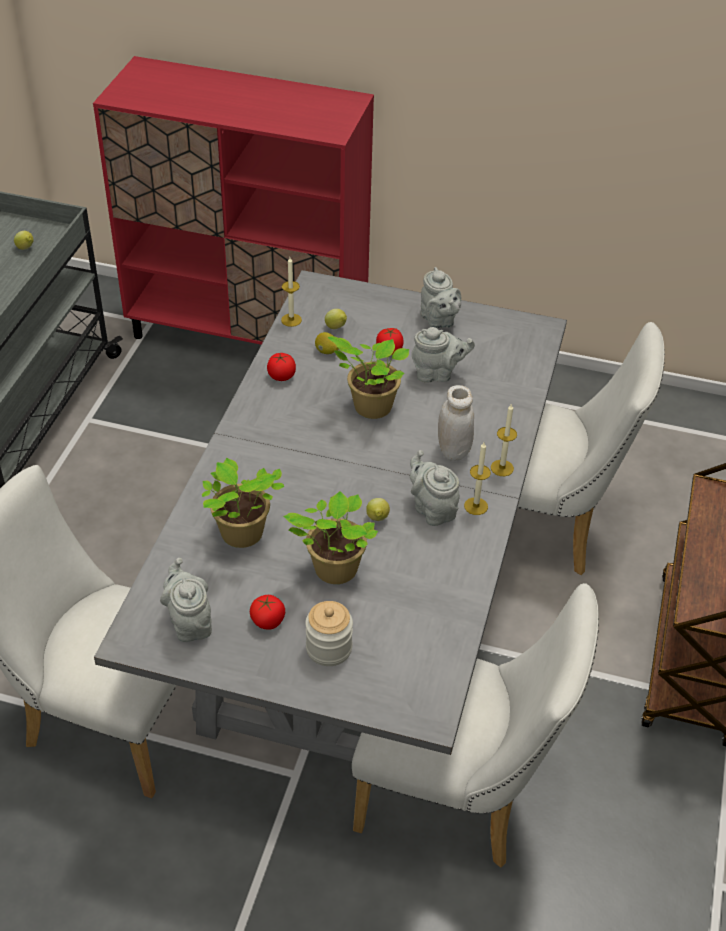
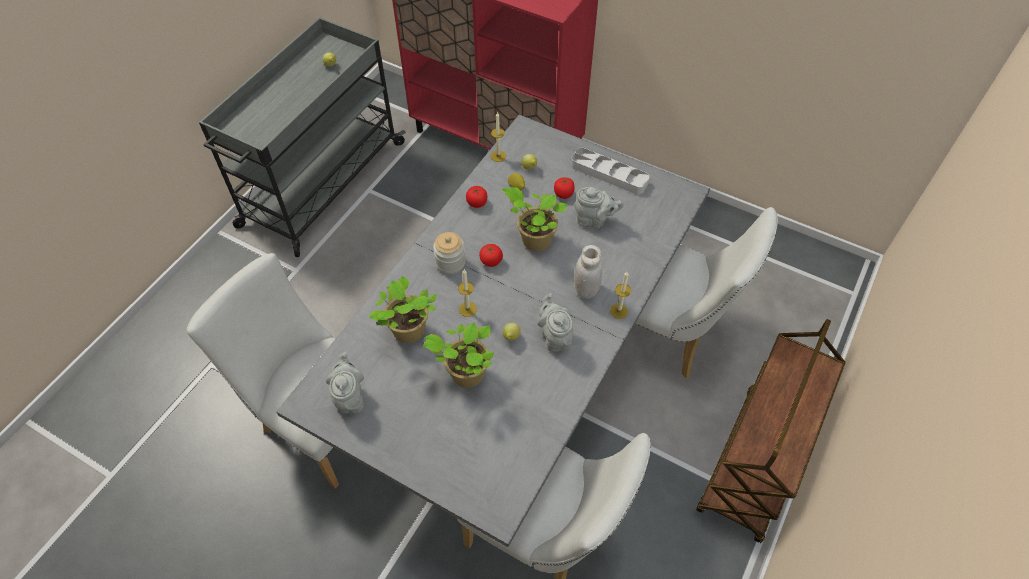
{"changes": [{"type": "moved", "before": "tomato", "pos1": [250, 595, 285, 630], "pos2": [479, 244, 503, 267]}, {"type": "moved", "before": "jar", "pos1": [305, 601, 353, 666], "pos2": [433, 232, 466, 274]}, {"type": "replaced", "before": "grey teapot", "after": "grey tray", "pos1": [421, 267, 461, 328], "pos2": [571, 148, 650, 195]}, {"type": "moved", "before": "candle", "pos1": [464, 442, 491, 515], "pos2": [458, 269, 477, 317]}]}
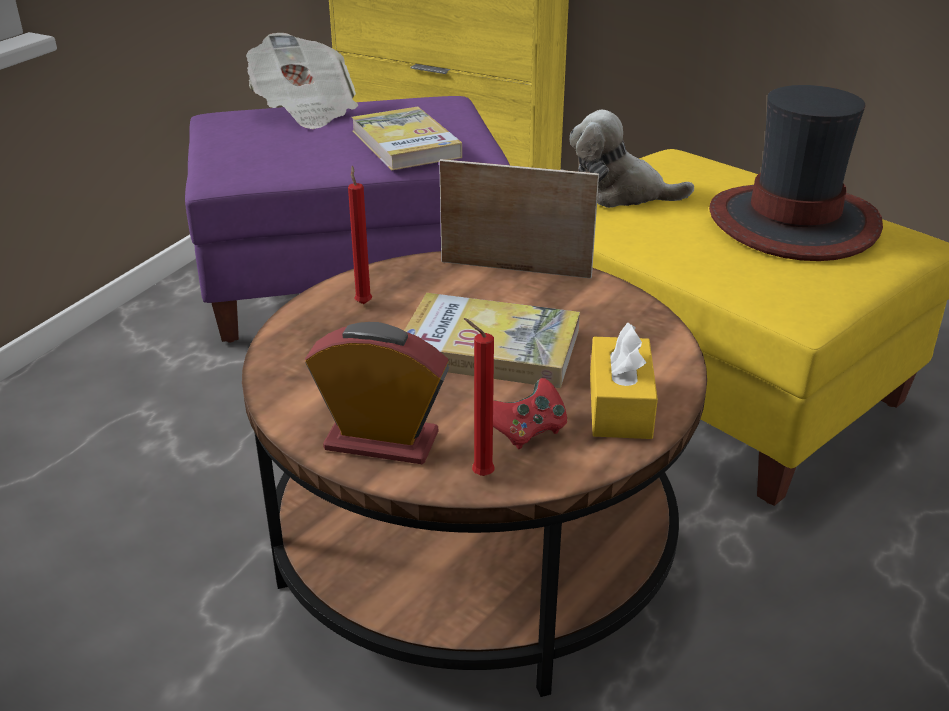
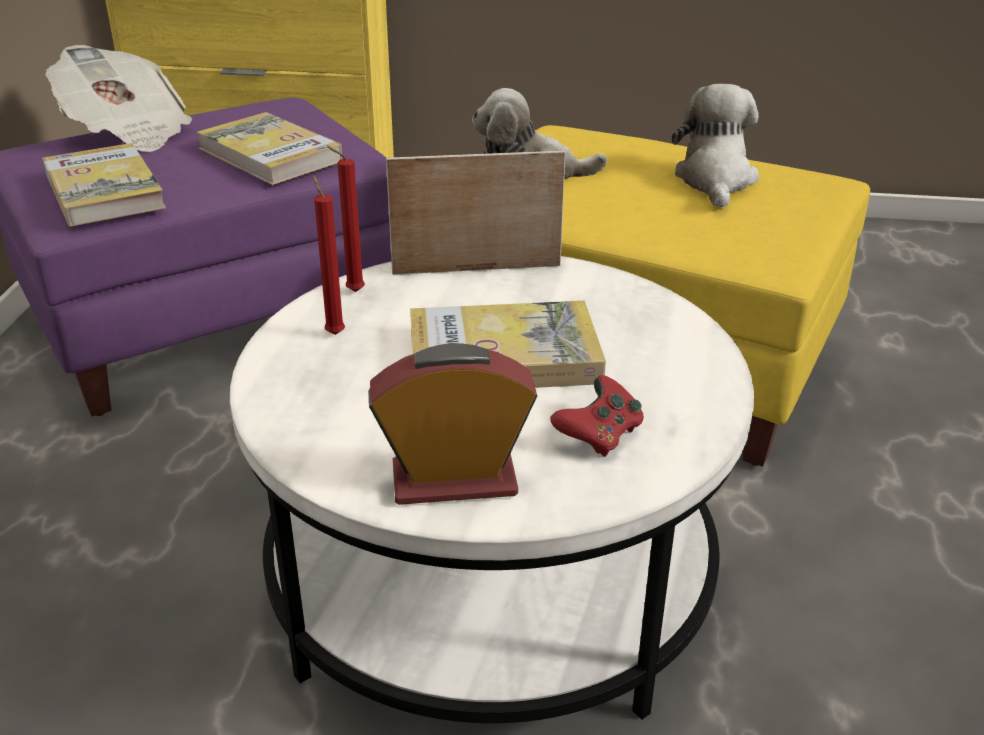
{"changes": [{"type": "recoloured", "before": "brown coffee table", "after": "white coffee table", "pos1": [242, 251, 707, 697], "pos2": [230, 256, 754, 723]}, {"type": "moved", "before": "red candle", "pos1": [464, 318, 495, 476], "pos2": [327, 146, 365, 292]}, {"type": "removed", "before": "yellow tissue box", "pos1": [590, 322, 658, 439]}, {"type": "replaced", "before": "hat", "after": "plush toy", "pos1": [709, 85, 883, 261], "pos2": [672, 84, 759, 208]}, {"type": "added", "after": "book", "pos2": [42, 143, 166, 227]}]}
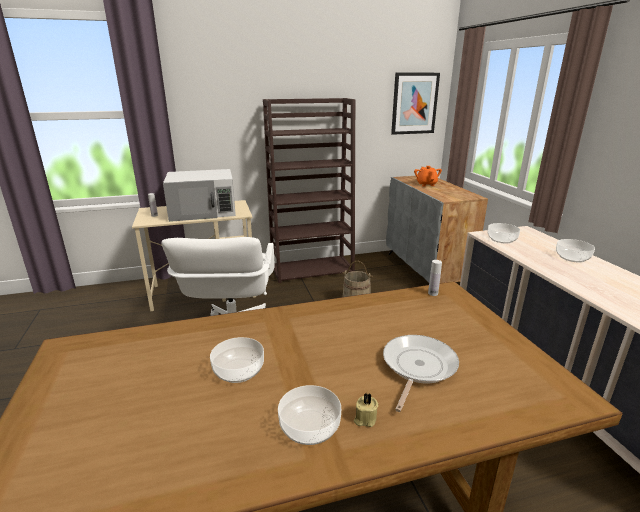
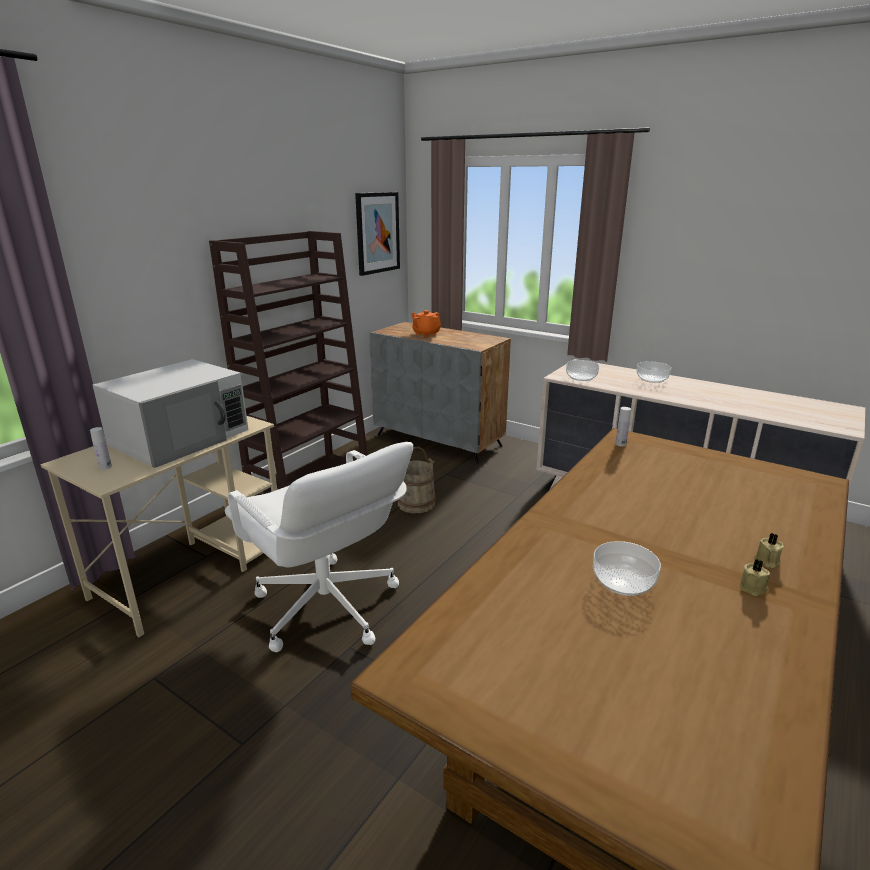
{"changes": [{"type": "replaced", "before": "bowl", "after": "beige candle", "pos1": [278, 385, 341, 445], "pos2": [740, 559, 770, 596]}, {"type": "removed", "before": "frying pan", "pos1": [383, 335, 459, 412]}]}
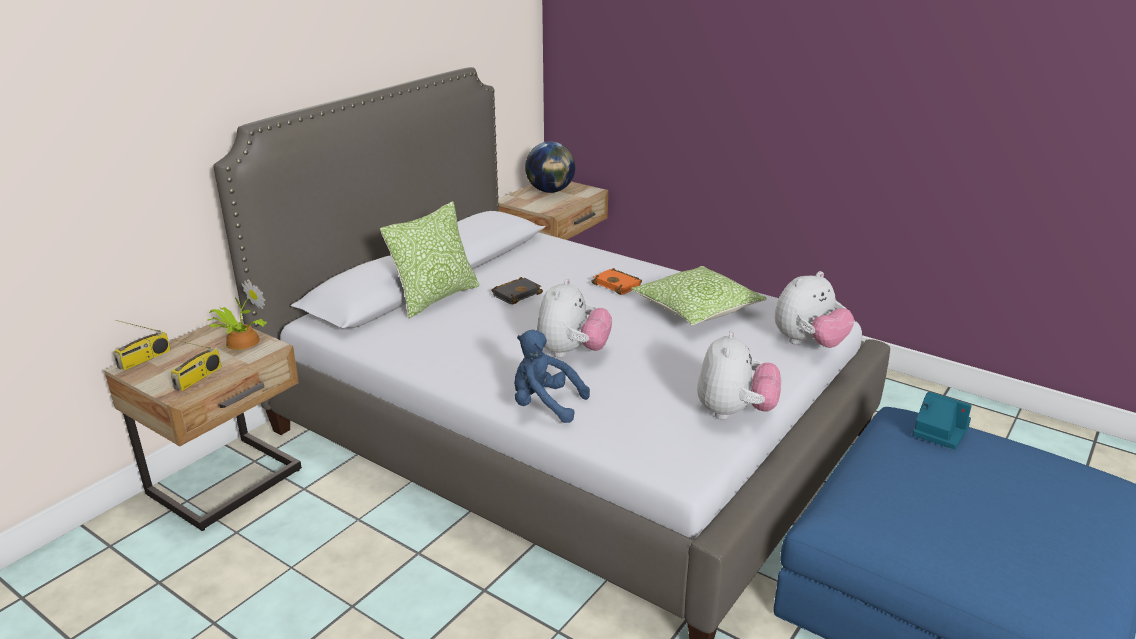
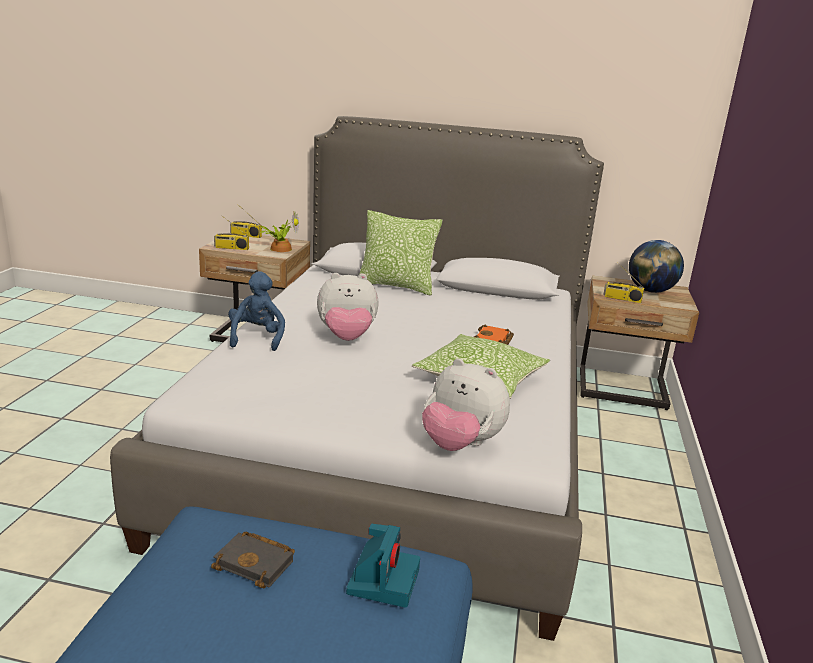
{"changes": [{"type": "moved", "before": "black book", "pos1": [492, 277, 543, 305], "pos2": [211, 532, 295, 588]}, {"type": "removed", "before": "plush toy", "pos1": [697, 331, 781, 420]}, {"type": "added", "after": "radio", "pos2": [603, 262, 644, 303]}]}
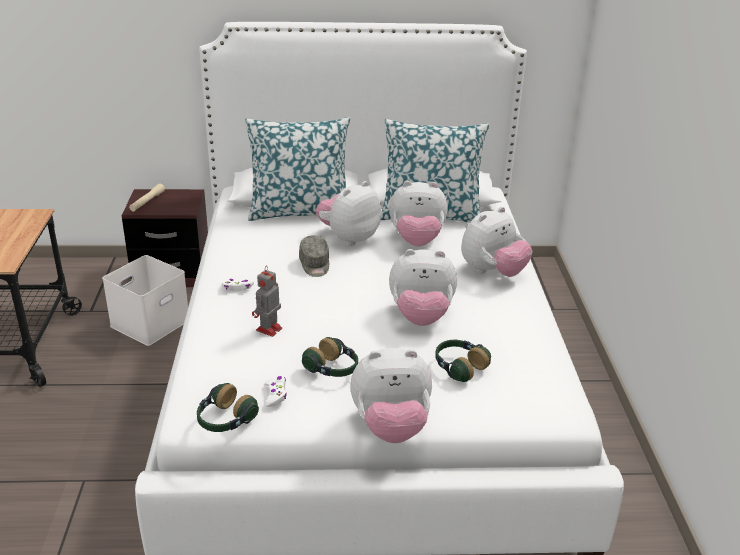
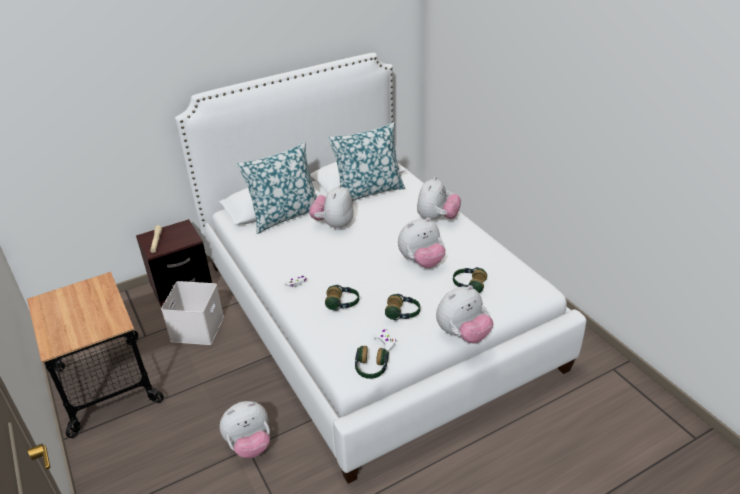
{"changes": [{"type": "replaced", "before": "toy robot", "after": "headphones", "pos1": [252, 266, 282, 337], "pos2": [325, 285, 359, 311]}, {"type": "removed", "before": "grey cap", "pos1": [299, 235, 329, 277]}, {"type": "moved", "before": "plush toy", "pos1": [389, 181, 448, 246], "pos2": [220, 401, 270, 458]}]}
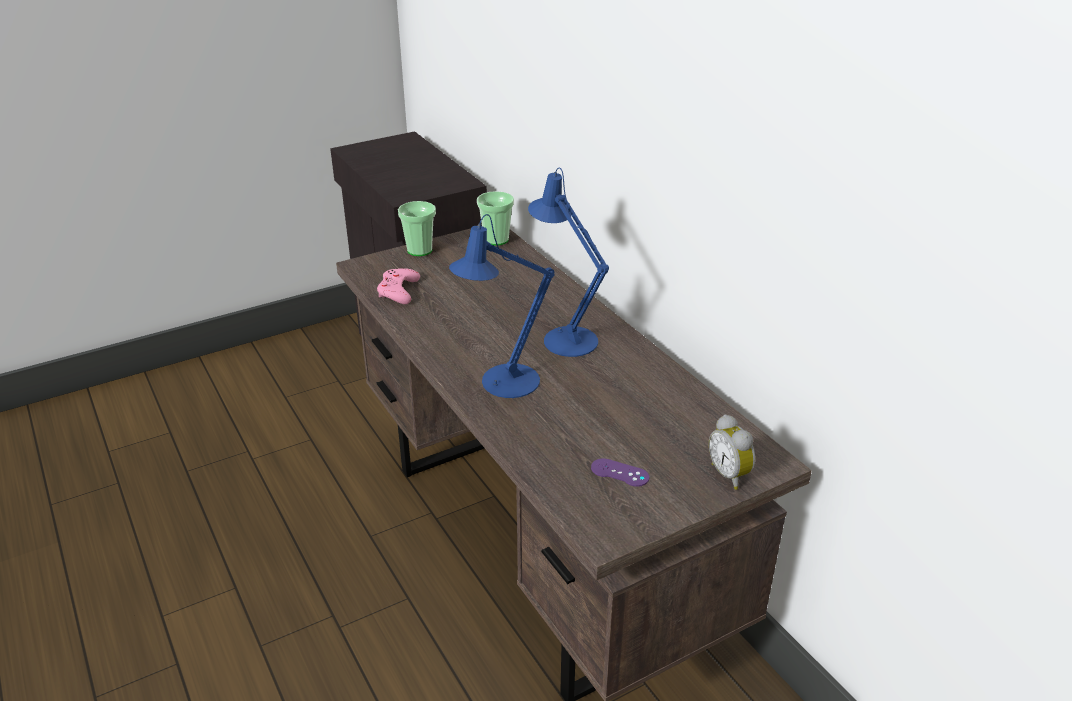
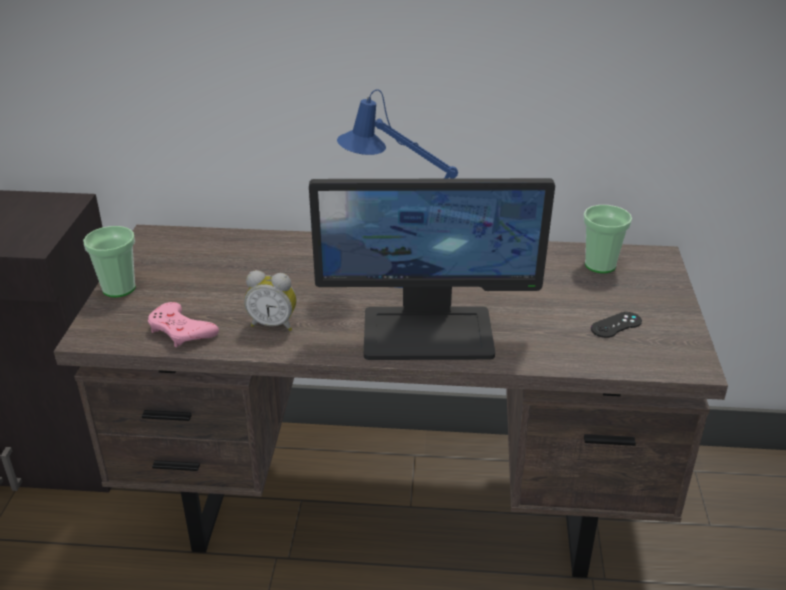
{"changes": [{"type": "replaced", "before": "blue table lamp", "after": "monitor", "pos1": [449, 214, 555, 398], "pos2": [309, 178, 555, 360]}, {"type": "moved", "before": "cup", "pos1": [477, 191, 514, 246], "pos2": [583, 205, 632, 273]}, {"type": "recoloured", "before": "purple game controller", "after": "black game controller", "pos1": [591, 458, 649, 487], "pos2": [591, 312, 642, 338]}, {"type": "moved", "before": "alarm clock", "pos1": [709, 414, 755, 490], "pos2": [244, 270, 297, 331]}]}
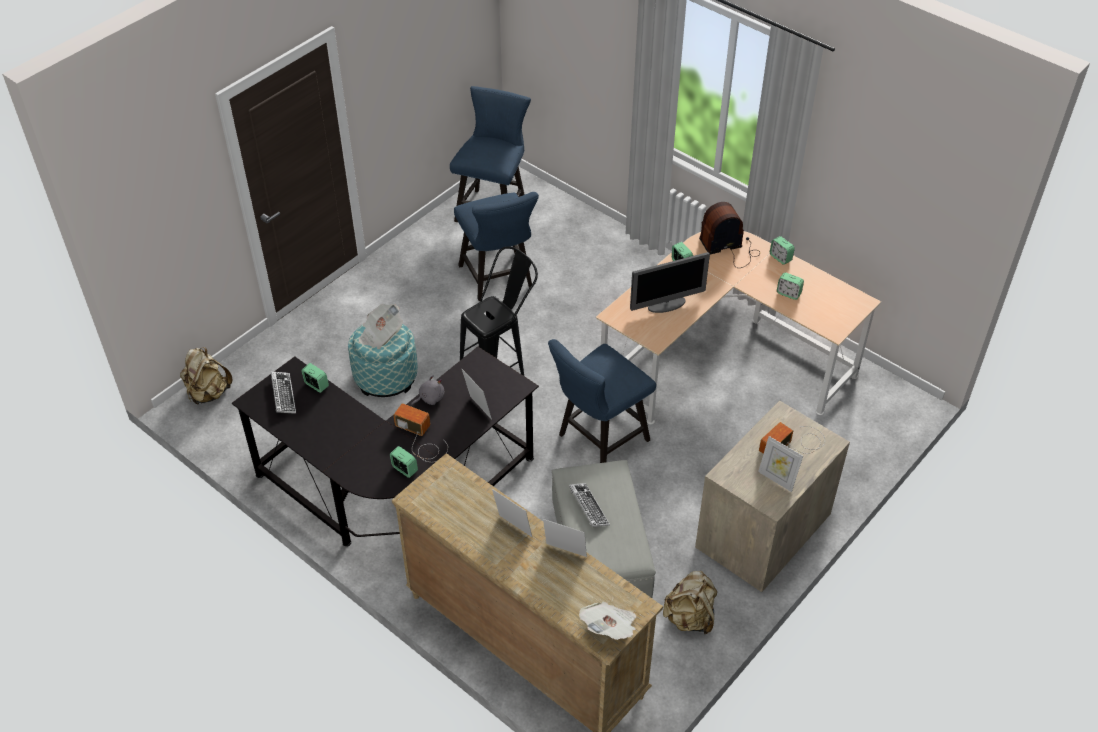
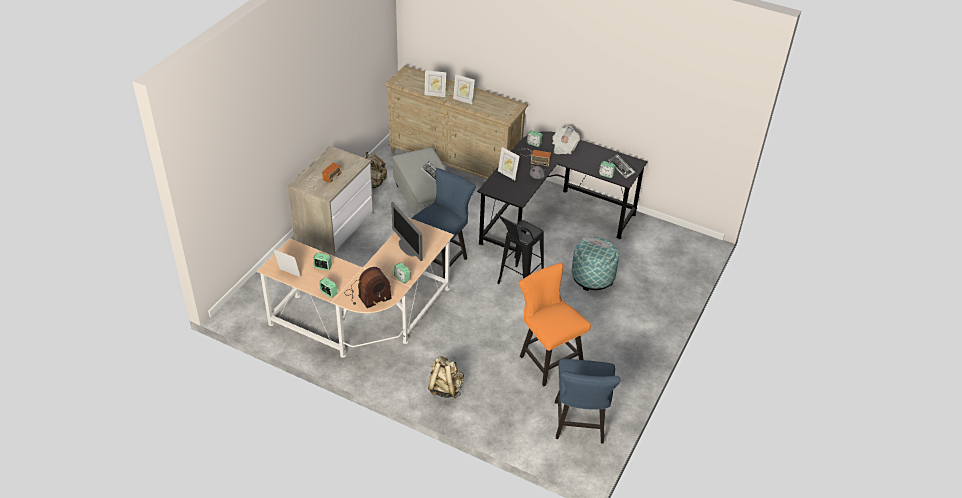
{"changes": [{"type": "moved", "before": "beige backpack", "pos1": [180, 347, 233, 405], "pos2": [428, 356, 464, 398]}, {"type": "recoloured", "before": "blue chair", "after": "orange chair", "pos1": [454, 192, 539, 301], "pos2": [519, 263, 591, 386]}, {"type": "moved", "before": "newspaper", "pos1": [579, 601, 636, 640], "pos2": [552, 126, 580, 154]}, {"type": "turned", "before": "monitor", "pos1": [630, 252, 710, 313], "pos2": [391, 202, 423, 261], "turn": -90}, {"type": "moved", "before": "picture frame", "pos1": [758, 436, 803, 492], "pos2": [273, 249, 301, 277]}]}
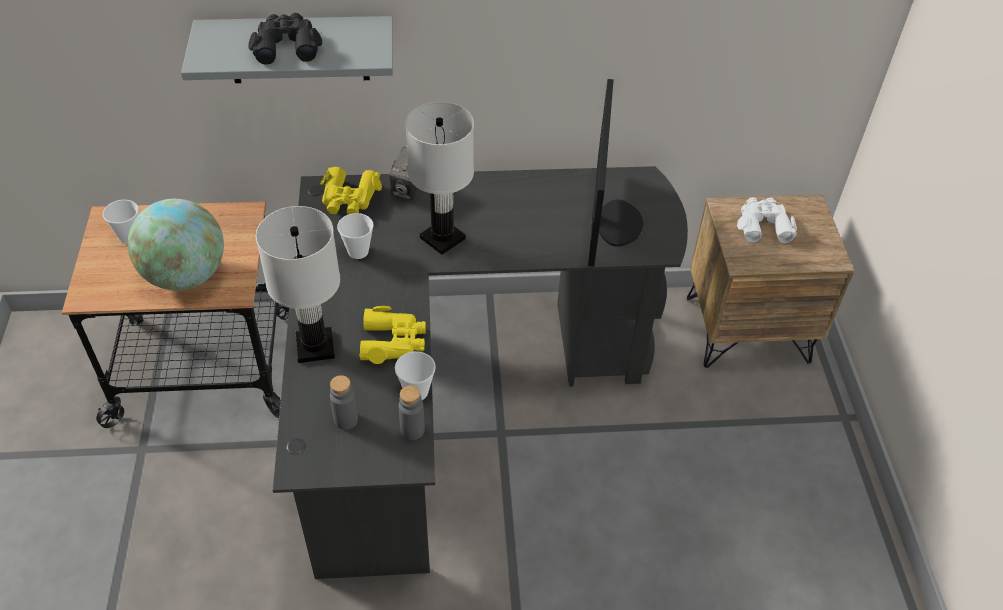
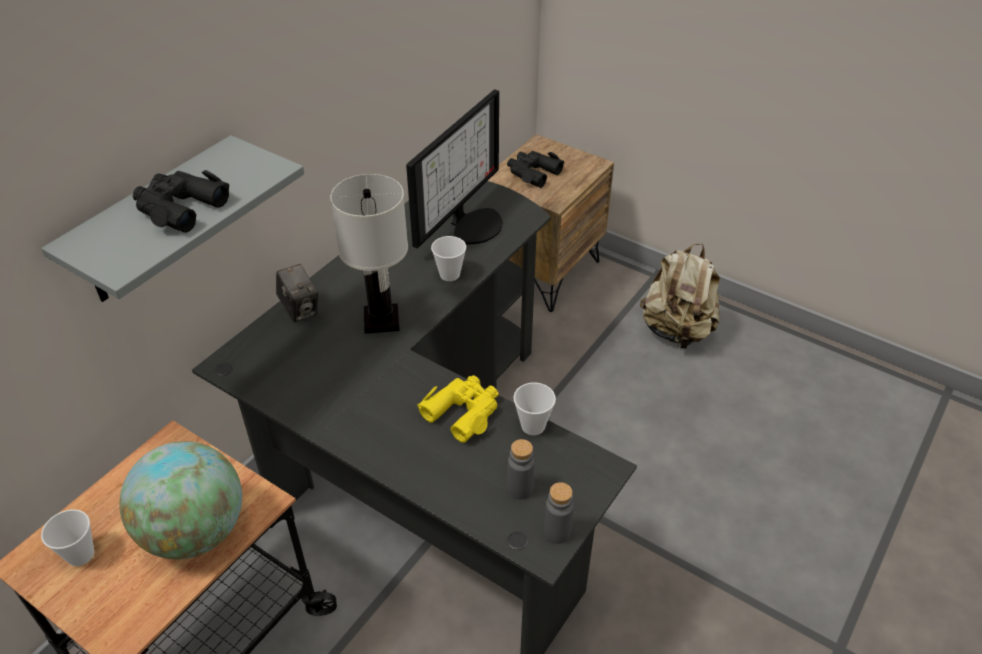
{"changes": [{"type": "removed", "before": "white table lamp", "pos1": [256, 206, 340, 363]}, {"type": "removed", "before": "yellow binoculars", "pos1": [320, 167, 382, 215]}, {"type": "moved", "before": "cup", "pos1": [337, 213, 374, 259], "pos2": [431, 236, 466, 281]}, {"type": "moved", "before": "grey bottle", "pos1": [399, 385, 425, 440], "pos2": [544, 482, 574, 544]}, {"type": "turned", "before": "monitor", "pos1": [588, 79, 643, 267], "pos2": [406, 89, 503, 248], "turn": 75}, {"type": "recoloured", "before": "white binoculars", "after": "black binoculars", "pos1": [737, 197, 797, 243], "pos2": [507, 151, 564, 188]}, {"type": "added", "after": "beige backpack", "pos2": [640, 243, 720, 349]}]}
